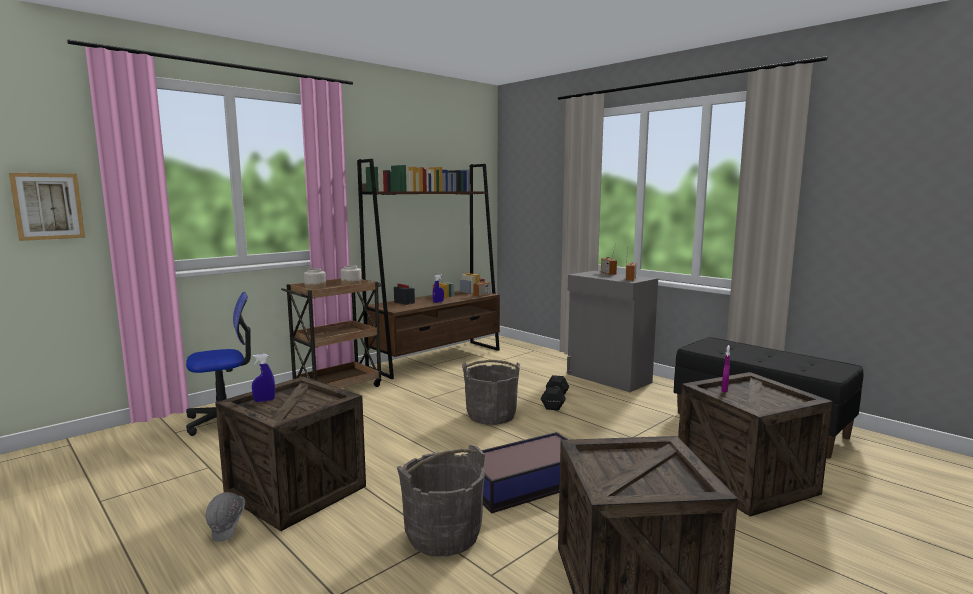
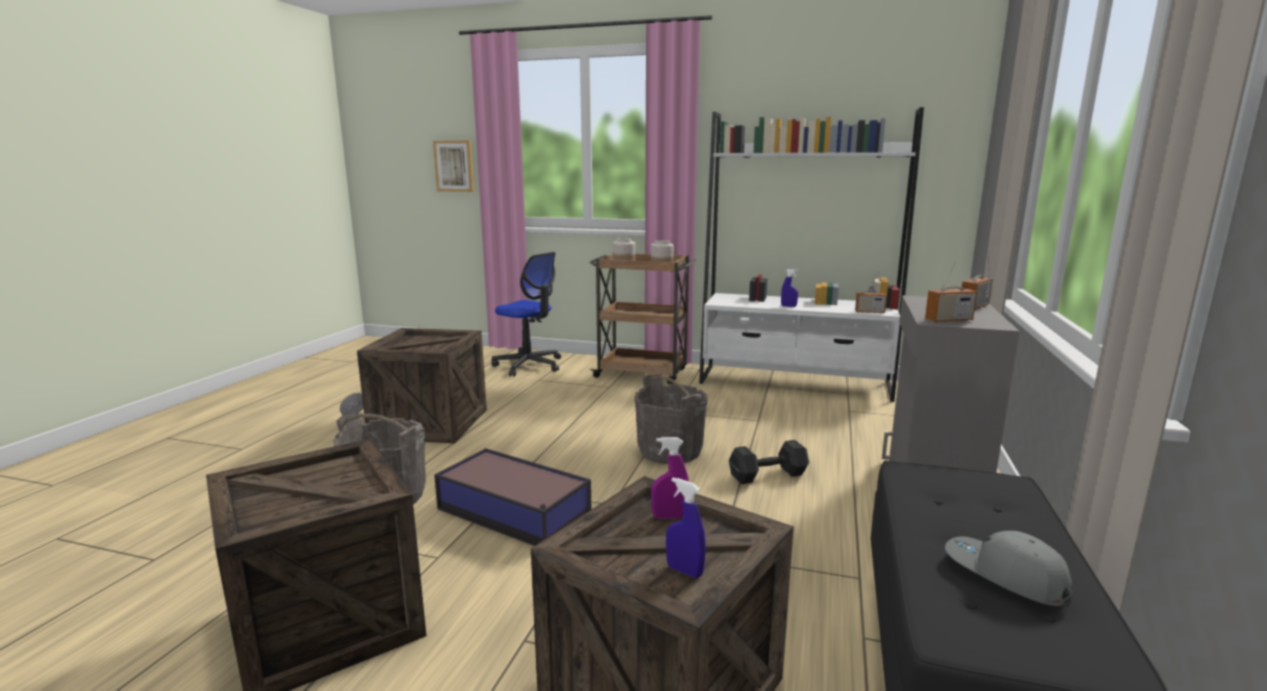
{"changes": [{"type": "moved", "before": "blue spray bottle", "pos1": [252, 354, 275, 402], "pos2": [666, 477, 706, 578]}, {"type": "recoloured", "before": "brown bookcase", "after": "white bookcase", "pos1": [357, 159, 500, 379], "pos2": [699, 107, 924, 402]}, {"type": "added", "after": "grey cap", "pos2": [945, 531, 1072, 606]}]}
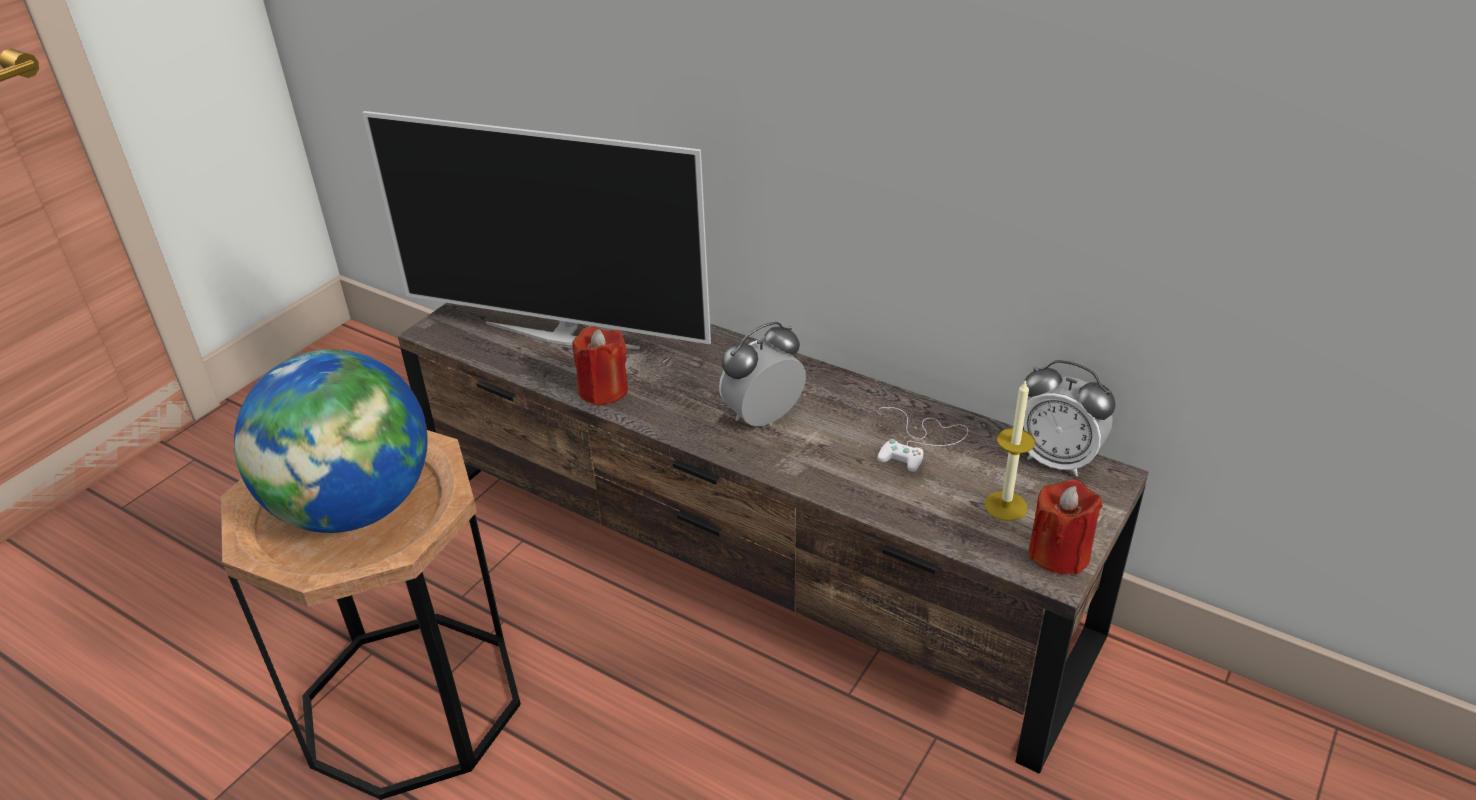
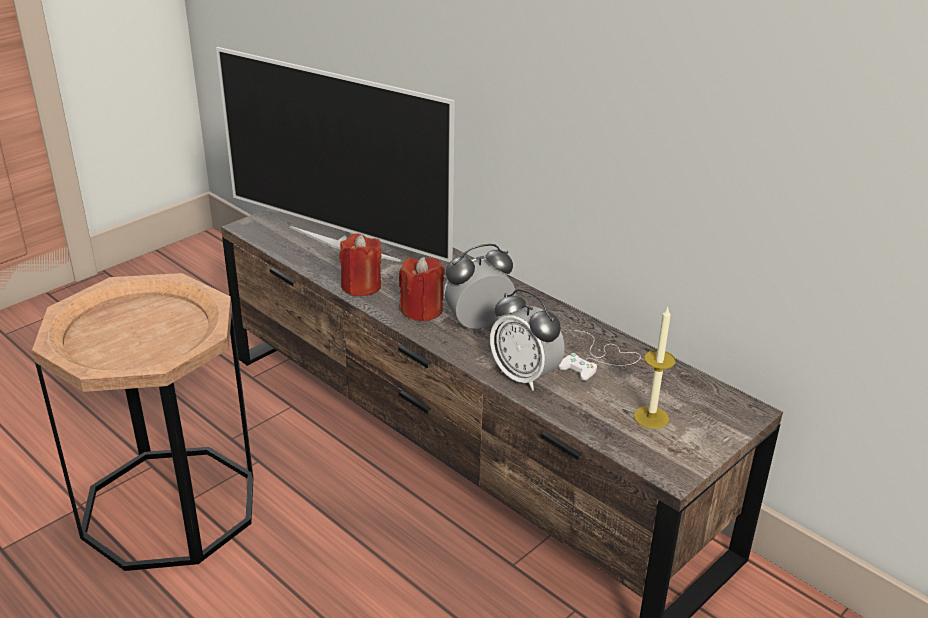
{"changes": [{"type": "removed", "before": "globe", "pos1": [234, 349, 428, 533]}, {"type": "moved", "before": "alarm clock", "pos1": [1023, 360, 1116, 477], "pos2": [490, 289, 565, 391]}, {"type": "moved", "before": "red candle", "pos1": [1029, 479, 1103, 575], "pos2": [399, 257, 445, 322]}]}
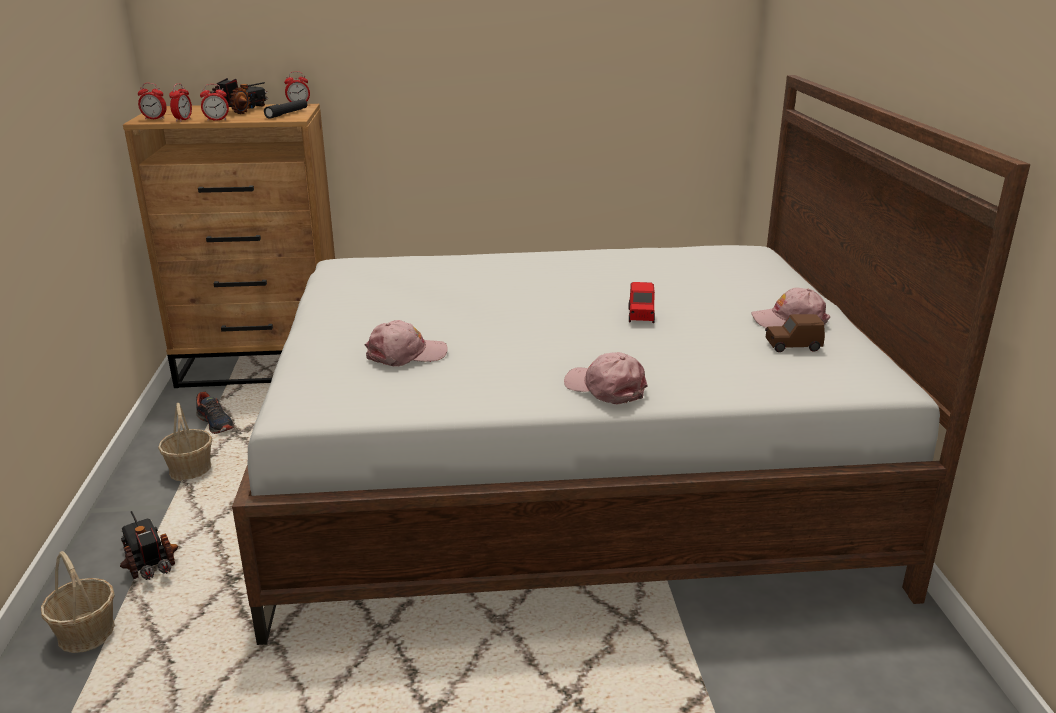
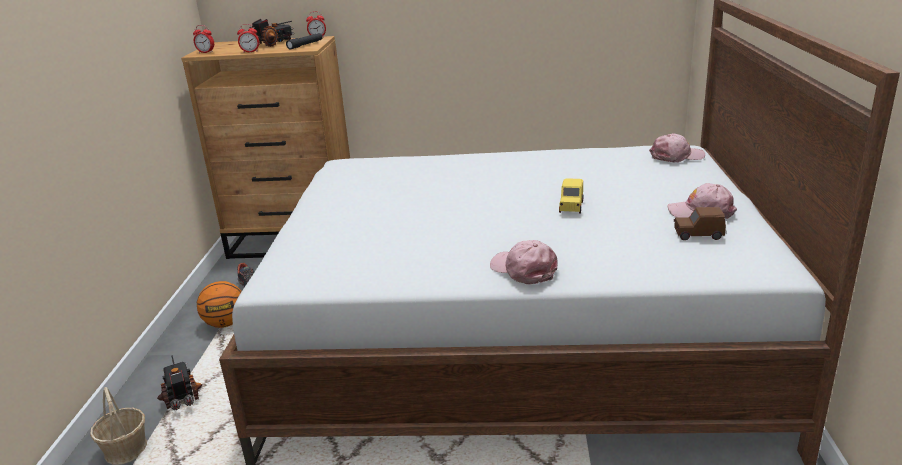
{"changes": [{"type": "replaced", "before": "basket", "after": "basketball", "pos1": [158, 403, 212, 481], "pos2": [197, 281, 242, 328]}, {"type": "removed", "before": "alarm clock", "pos1": [169, 83, 192, 122]}, {"type": "moved", "before": "pink cap", "pos1": [365, 320, 448, 366], "pos2": [649, 134, 705, 162]}, {"type": "recoloured", "before": "red toy car", "after": "yellow toy car", "pos1": [629, 282, 655, 323], "pos2": [559, 178, 583, 214]}]}
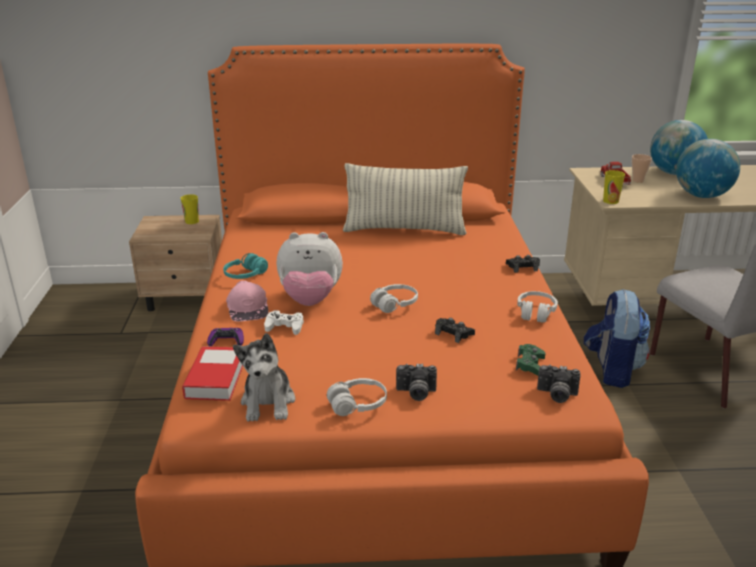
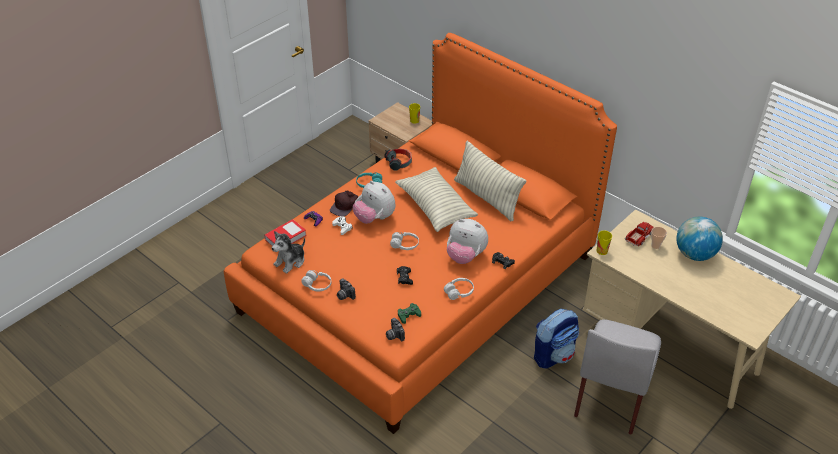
{"changes": [{"type": "recoloured", "before": "pink cap", "after": "brown cap", "pos1": [226, 281, 268, 322], "pos2": [330, 191, 358, 217]}, {"type": "removed", "before": "globe", "pos1": [676, 139, 740, 198]}, {"type": "added", "after": "headphones", "pos2": [384, 149, 412, 170]}, {"type": "added", "after": "pillow", "pos2": [395, 167, 478, 232]}, {"type": "added", "after": "plush toy", "pos2": [447, 219, 488, 264]}]}
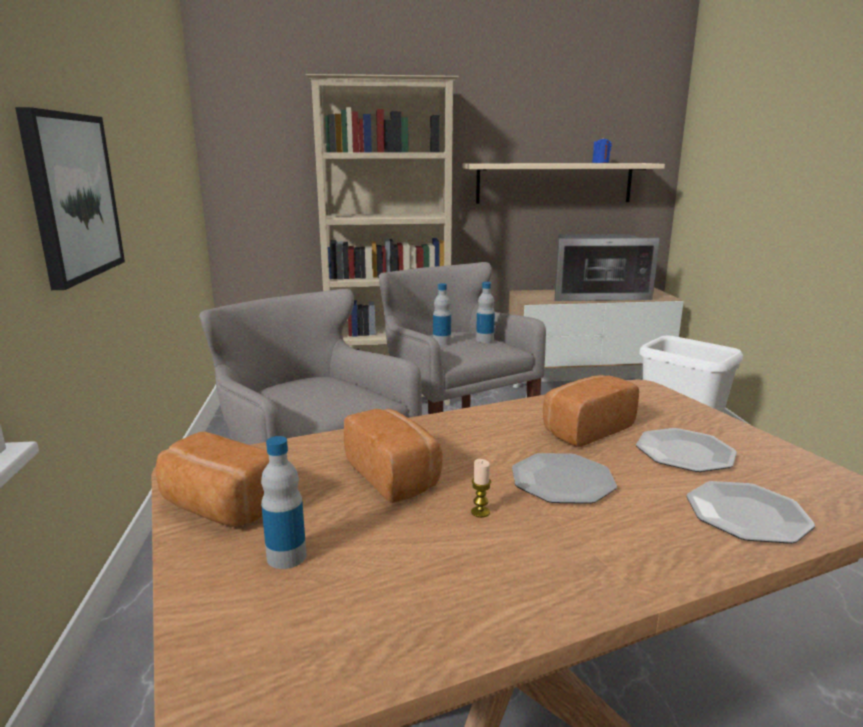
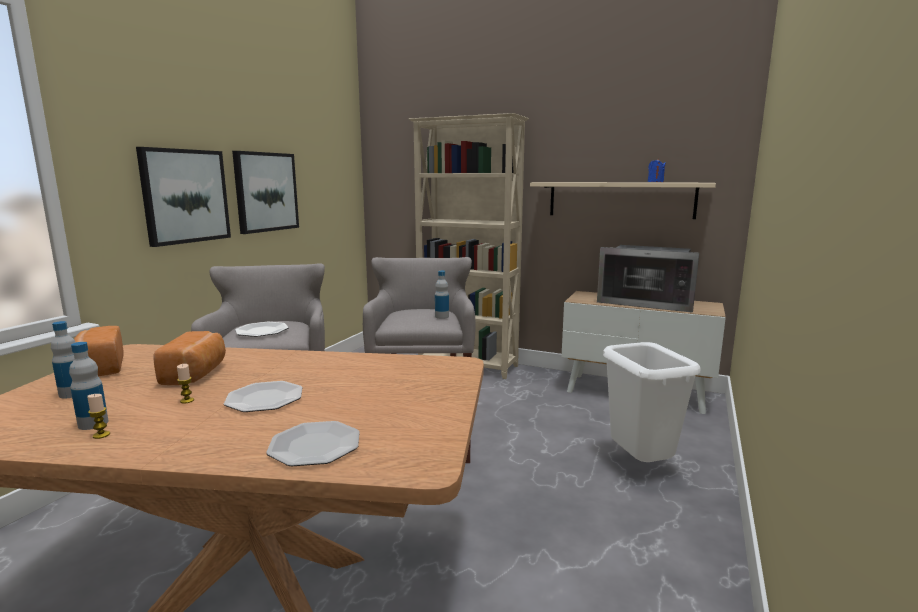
{"changes": [{"type": "moved", "before": "bottle", "pos1": [433, 283, 451, 345], "pos2": [69, 342, 109, 430]}, {"type": "removed", "before": "bread", "pos1": [543, 375, 639, 447]}, {"type": "moved", "before": "plate", "pos1": [636, 428, 737, 472], "pos2": [235, 322, 289, 337]}, {"type": "added", "after": "candle", "pos2": [87, 394, 110, 439]}, {"type": "added", "after": "picture", "pos2": [232, 151, 299, 234]}]}
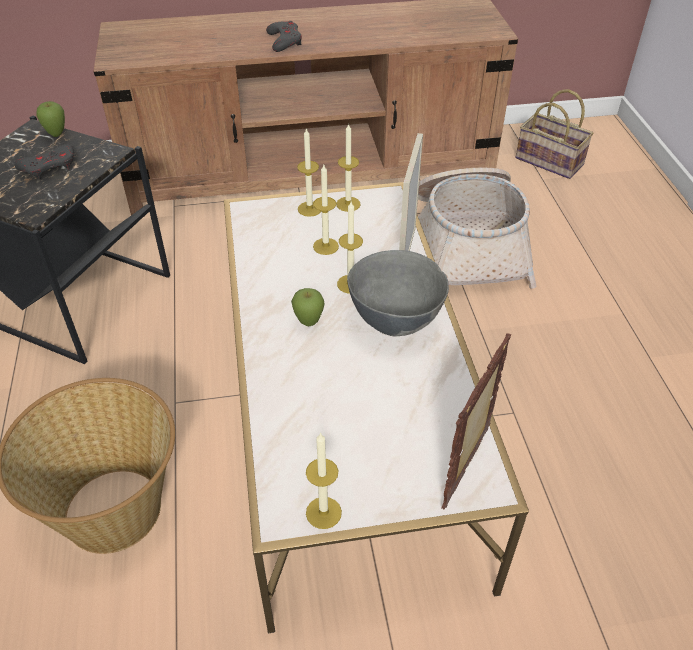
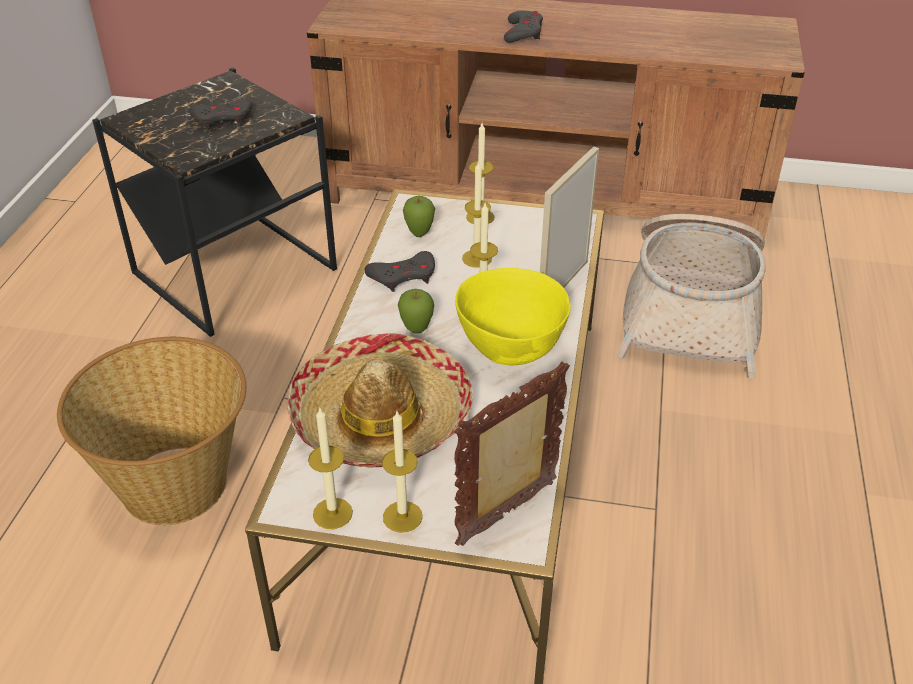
{"changes": [{"type": "moved", "before": "apple", "pos1": [36, 101, 65, 137], "pos2": [403, 196, 435, 237]}, {"type": "moved", "before": "candle", "pos1": [336, 123, 360, 212], "pos2": [382, 411, 423, 533]}, {"type": "recoloured", "before": "grey bowl", "after": "yellow bowl", "pos1": [347, 250, 449, 336], "pos2": [455, 268, 571, 365]}, {"type": "removed", "before": "basket", "pos1": [515, 89, 594, 179]}, {"type": "added", "after": "hat", "pos2": [288, 333, 473, 468]}, {"type": "added", "after": "grey game controller", "pos2": [365, 251, 435, 292]}]}
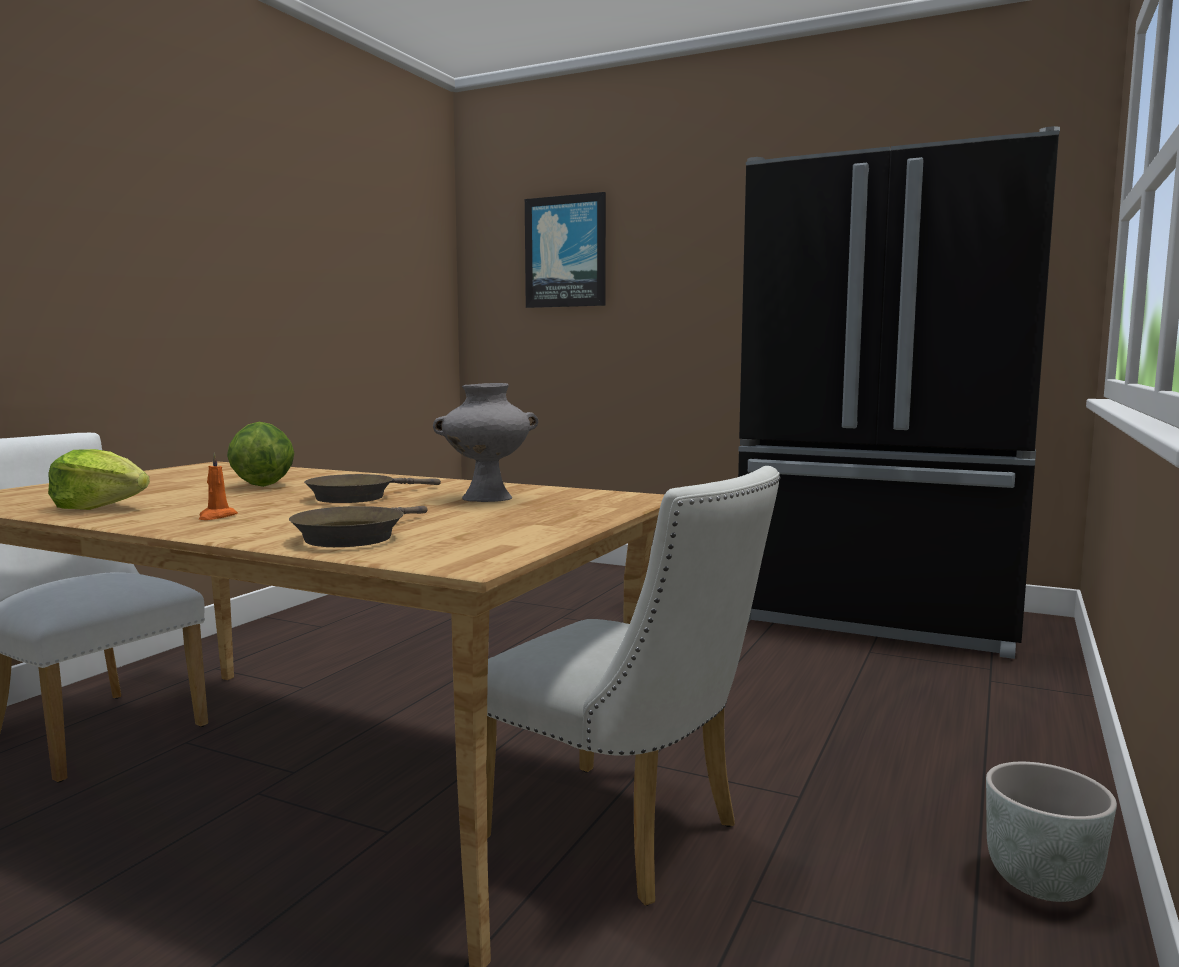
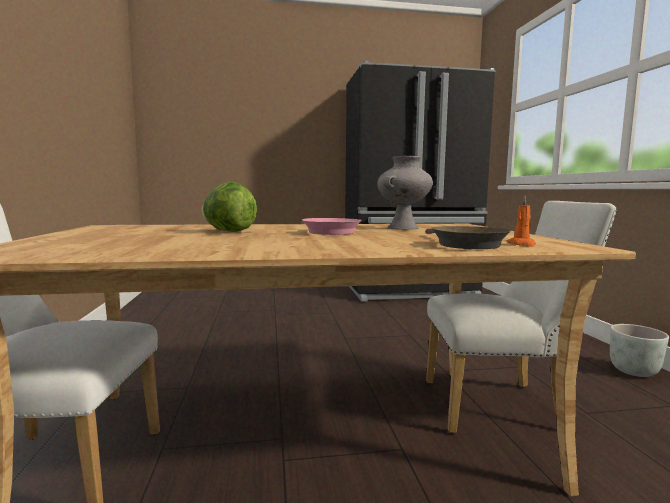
{"changes": [{"type": "removed", "before": "lettuce", "pos1": [48, 449, 150, 510]}, {"type": "moved", "before": "orange candle", "pos1": [199, 453, 238, 520], "pos2": [507, 196, 536, 247]}, {"type": "recoloured", "before": "brown frying pan", "after": "pink frying pan", "pos1": [304, 474, 441, 503], "pos2": [302, 218, 362, 235]}, {"type": "removed", "before": "picture", "pos1": [525, 192, 606, 308]}]}
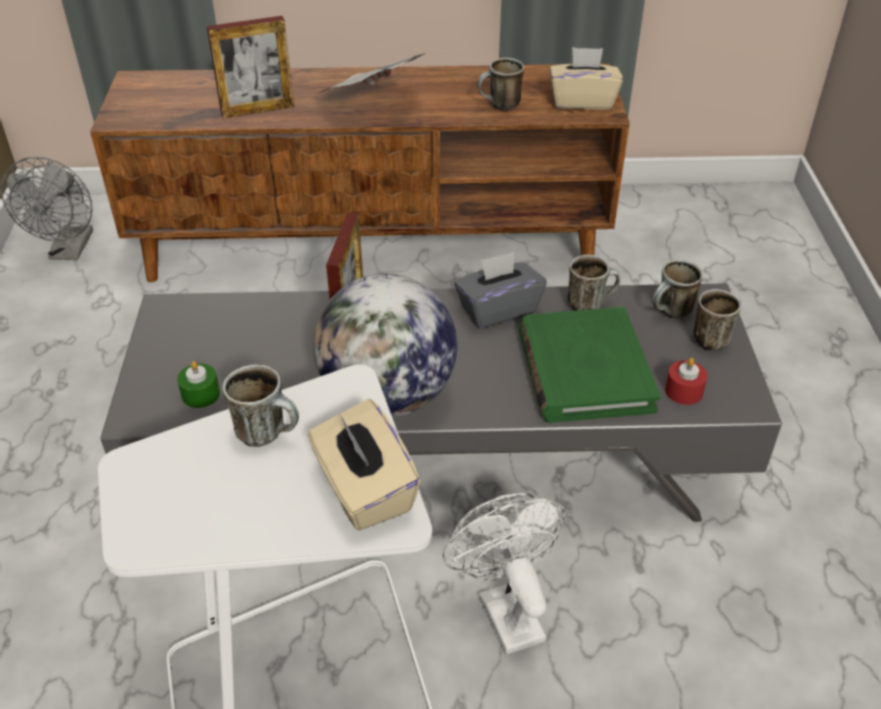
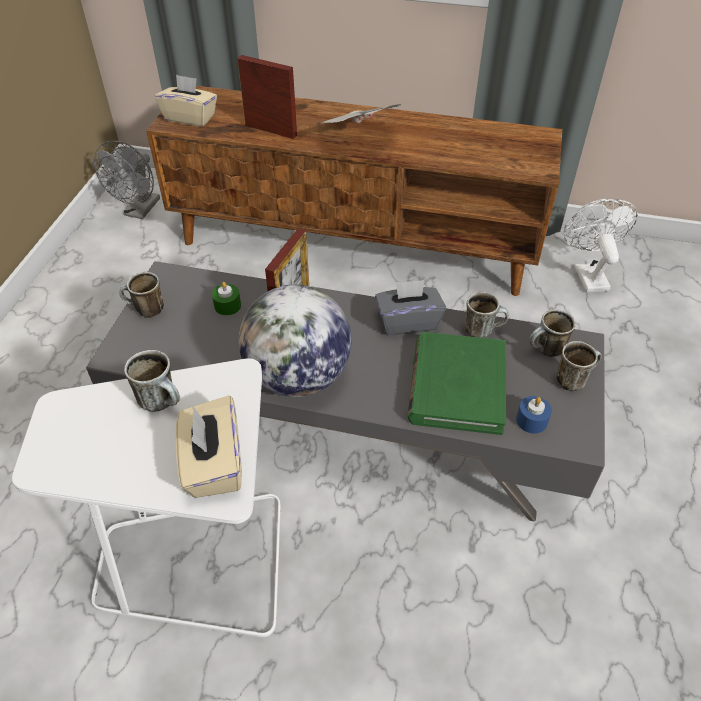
{"changes": [{"type": "moved", "before": "green candle", "pos1": [177, 361, 220, 408], "pos2": [212, 282, 241, 315]}, {"type": "turned", "before": "picture frame", "pos1": [207, 16, 294, 119], "pos2": [237, 55, 297, 139], "turn": -150}, {"type": "moved", "before": "white fan", "pos1": [443, 493, 566, 654], "pos2": [563, 199, 638, 292]}, {"type": "moved", "before": "mug", "pos1": [477, 58, 524, 111], "pos2": [119, 272, 164, 318]}, {"type": "moved", "before": "beige tissue box", "pos1": [550, 47, 623, 110], "pos2": [155, 74, 217, 127]}, {"type": "recoloured", "before": "red candle", "after": "blue candle", "pos1": [665, 358, 708, 405], "pos2": [516, 396, 552, 433]}]}
